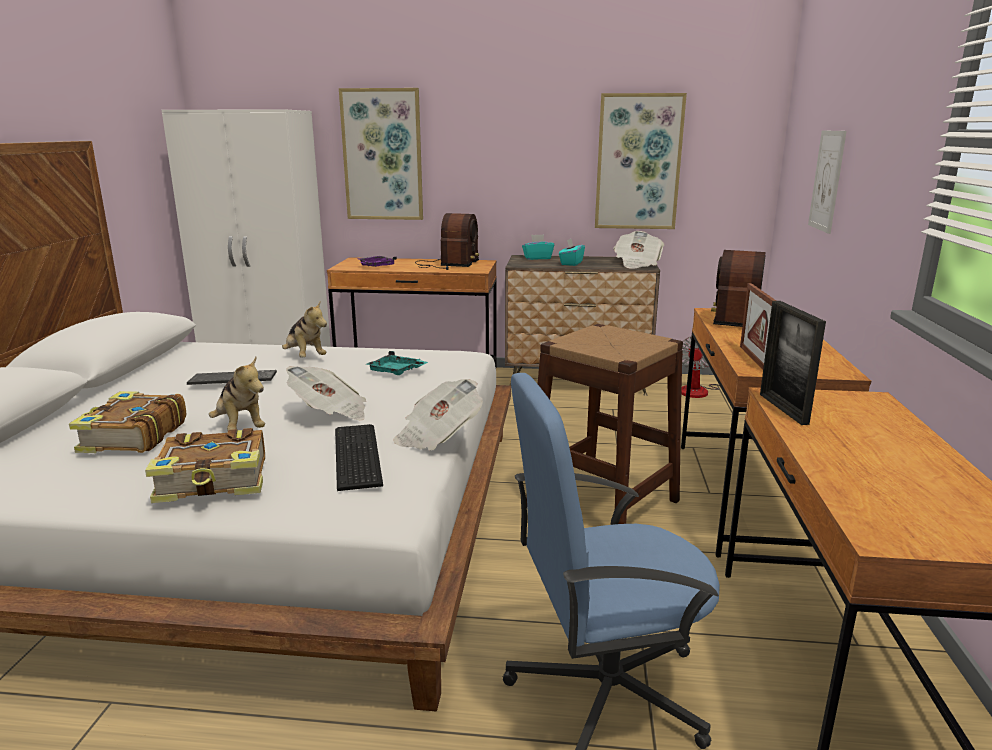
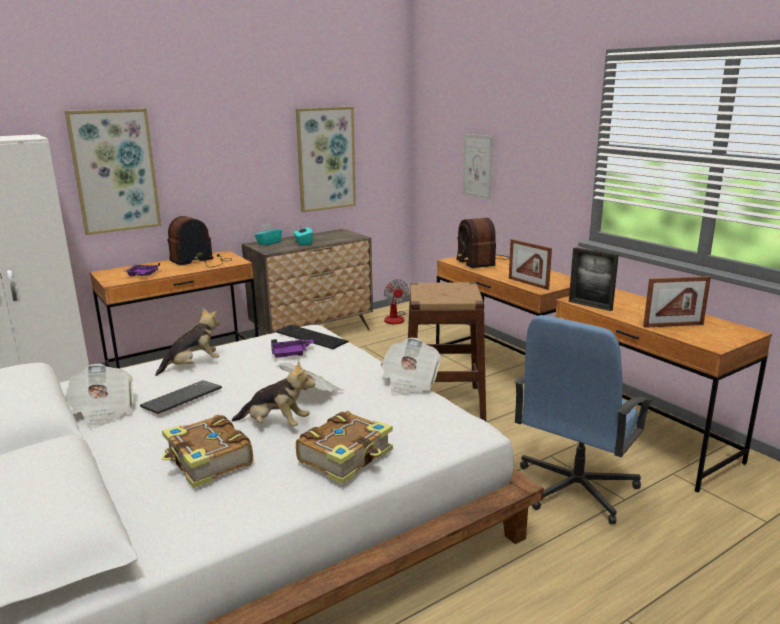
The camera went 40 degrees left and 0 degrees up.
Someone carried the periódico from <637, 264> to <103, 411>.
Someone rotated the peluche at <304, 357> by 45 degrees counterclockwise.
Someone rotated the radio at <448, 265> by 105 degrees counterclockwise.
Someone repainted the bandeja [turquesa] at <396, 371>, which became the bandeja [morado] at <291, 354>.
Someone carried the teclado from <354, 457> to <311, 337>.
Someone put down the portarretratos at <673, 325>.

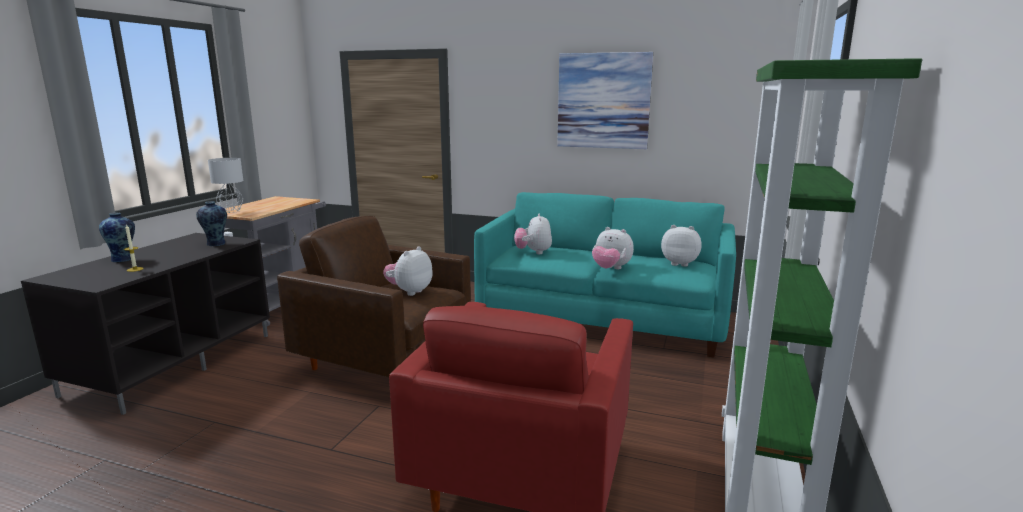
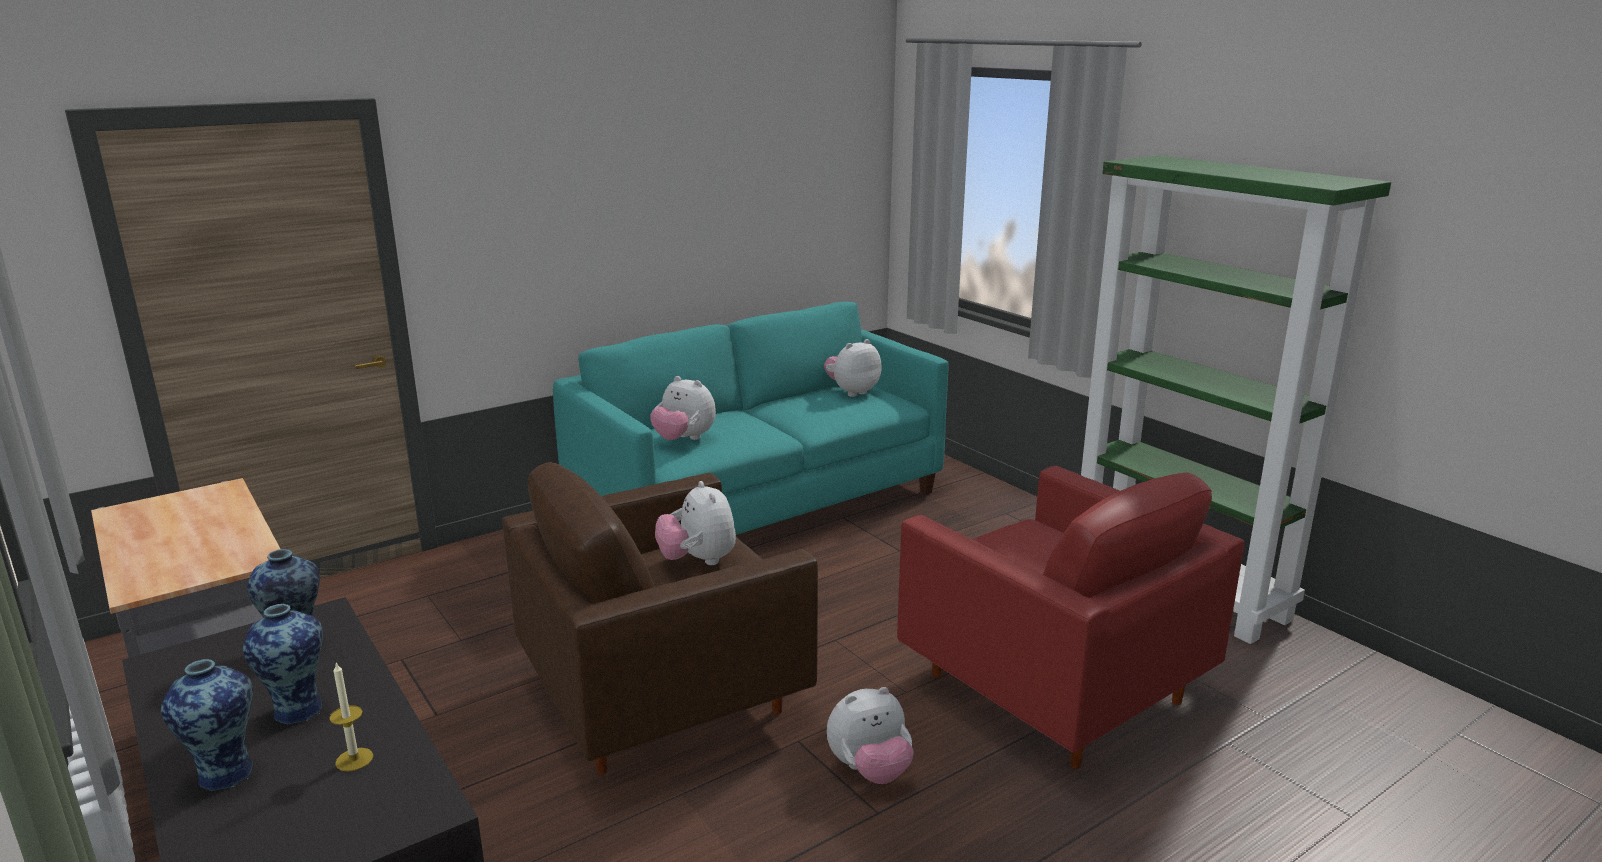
The camera went 55 degrees left and 5 degrees up.
Someone put down the florero at <298, 709>.
Someone carried the peluche from <611, 269> to <870, 770>.
Someone took away the lámpara de mesa [gris] at <231, 211>.
Someone took away the cuadro at <603, 101>.

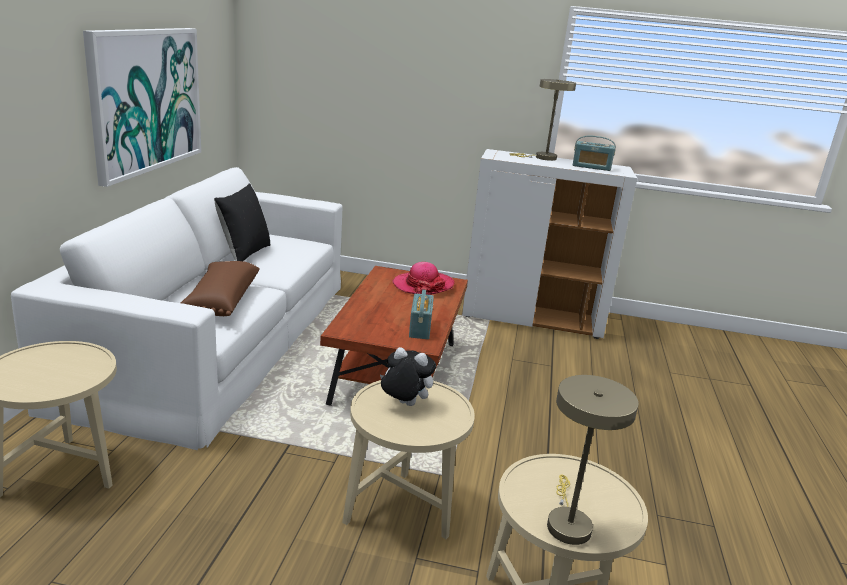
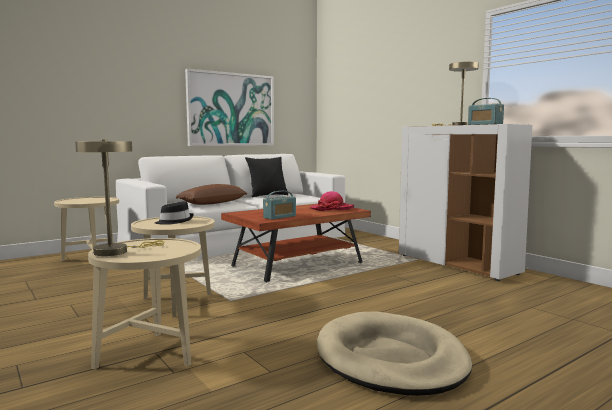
The camera went 45 degrees right and 15 degrees down.
Someone swapped the peluche at <404, 404> for the sombrero [negro] at <174, 221>.
Someone put down the cama para perro [beis] at <390, 358>.

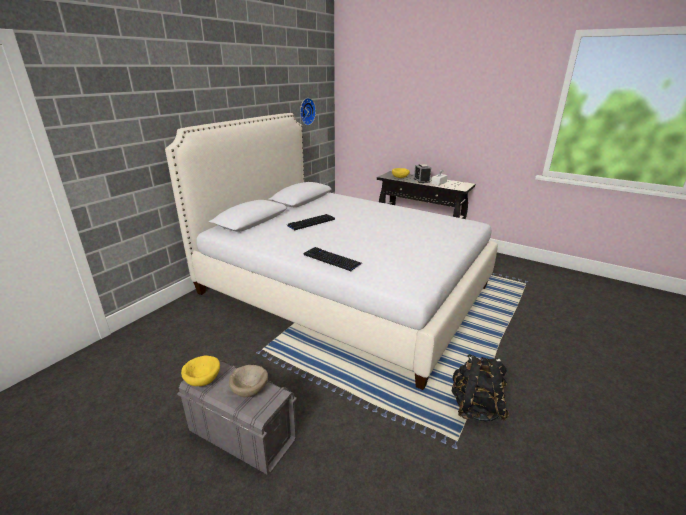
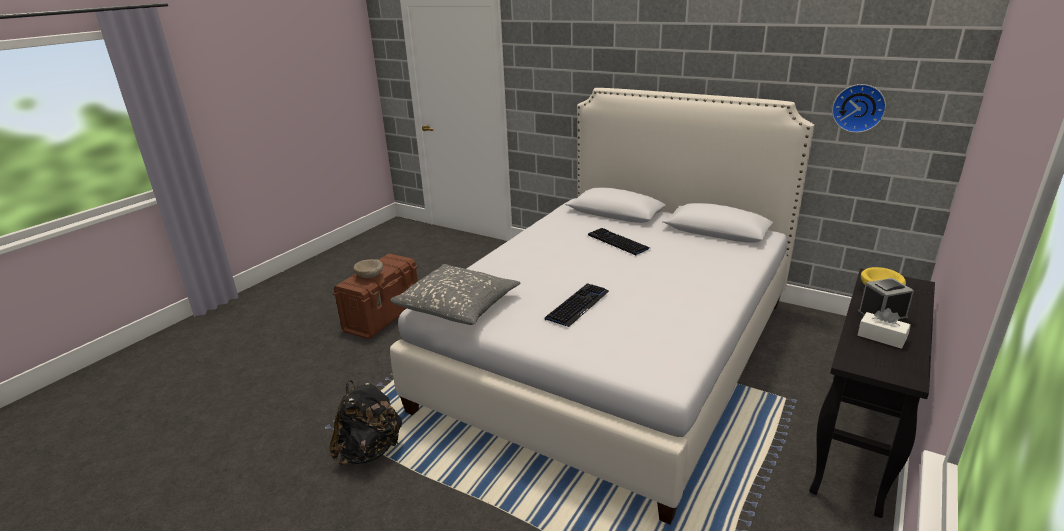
The camera went 90 degrees right and 0 degrees up.
Someone repainted the caja de almacenaje [gris] at <242, 435>, which became the caja de almacenaje [marrón] at <383, 316>.
Someone put down the cojín [gris] at <458, 306>.
Someone carried the teclado from <332, 259> to <577, 305>.
Someone took away the cuenco [amarillo] at <203, 379>.

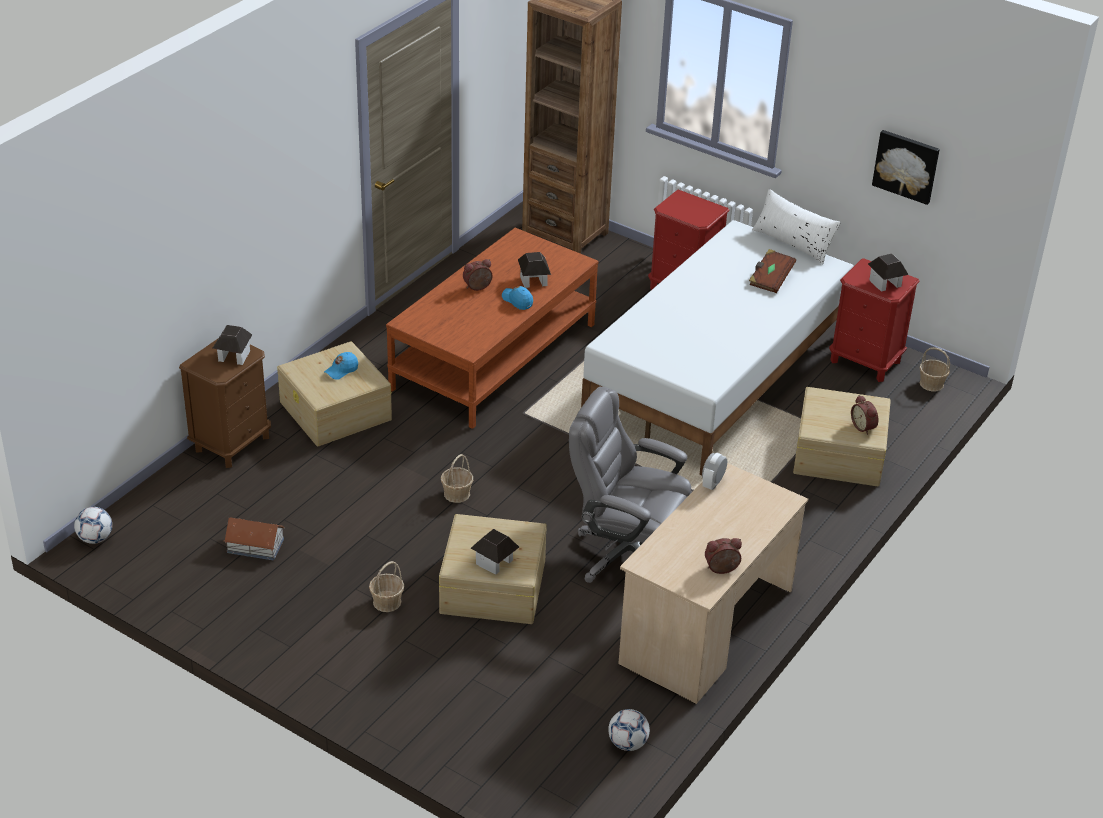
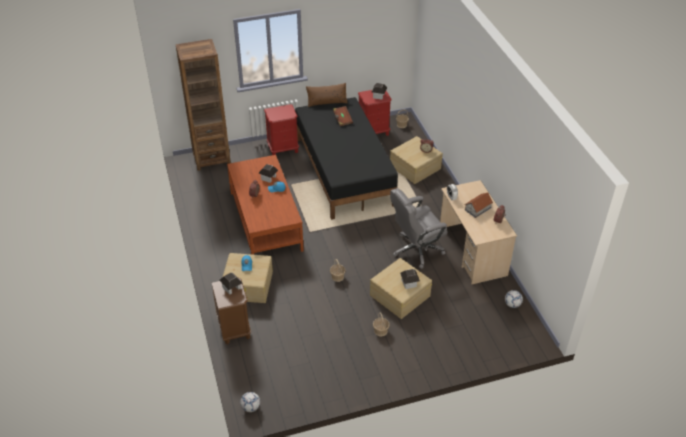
The camera went 50 degrees left and 5 degrees up.
Someone repainted the cama [blanco] at <718, 378>, which became the cama [negro] at <344, 171>.
Someone repainted the cojín [blanco] at <793, 242>, which became the cojín [marrón] at <327, 102>.
Someone carried the casita from <256, 546> to <478, 208>.
Someone took away the cuadro at <906, 166>.

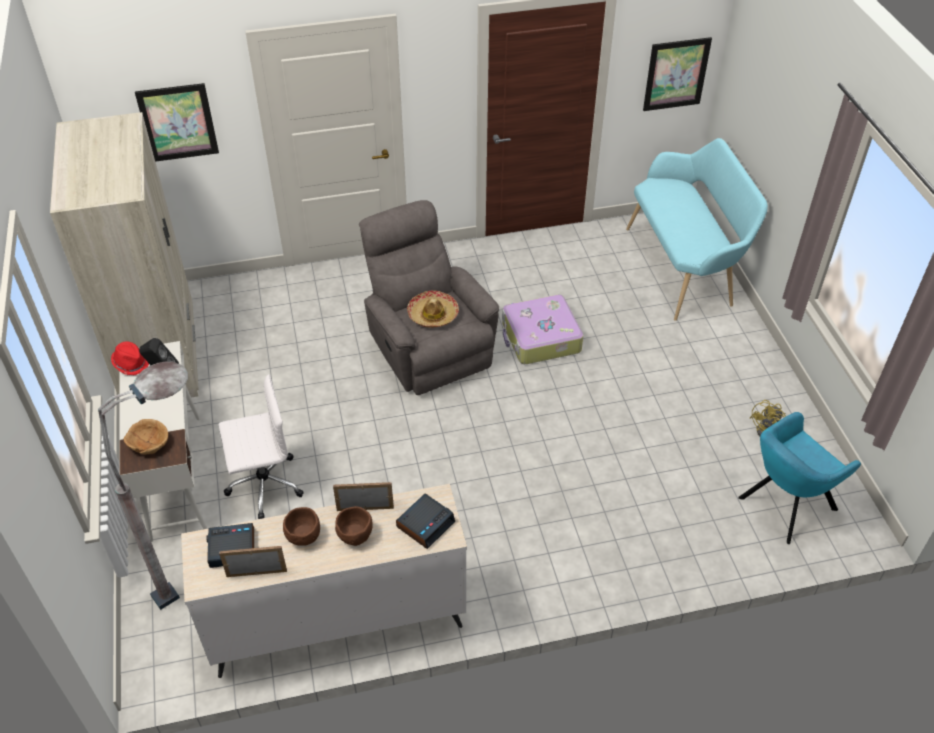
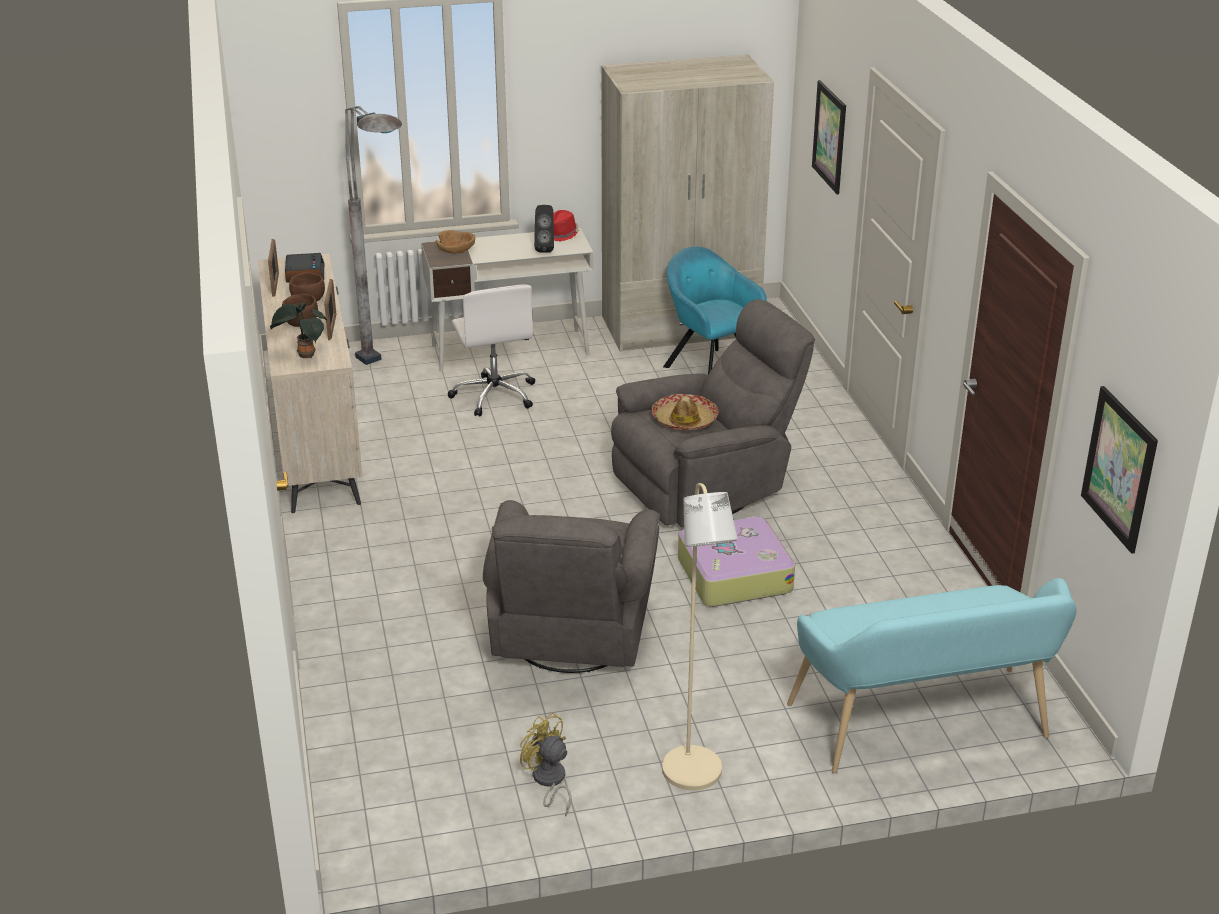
The camera went 90 degrees right and 15 degrees down.
Someone swapped the despertador at <425, 524> for the planta en maceta at <304, 355>.
Someone put down the sillón [gris] at <570, 641>.
Someone put down the lámpara de pie [beis] at <694, 777>.
Someone carried the sillón [turquesa] from <784, 505> to <709, 369>.

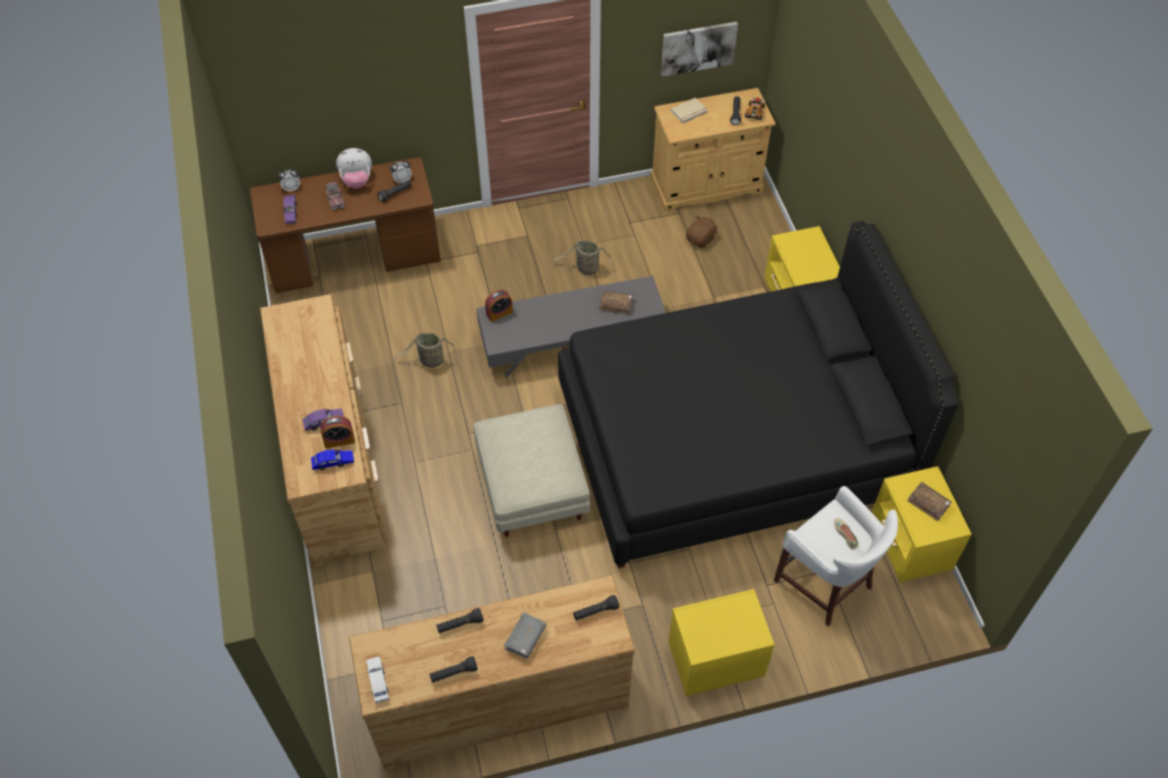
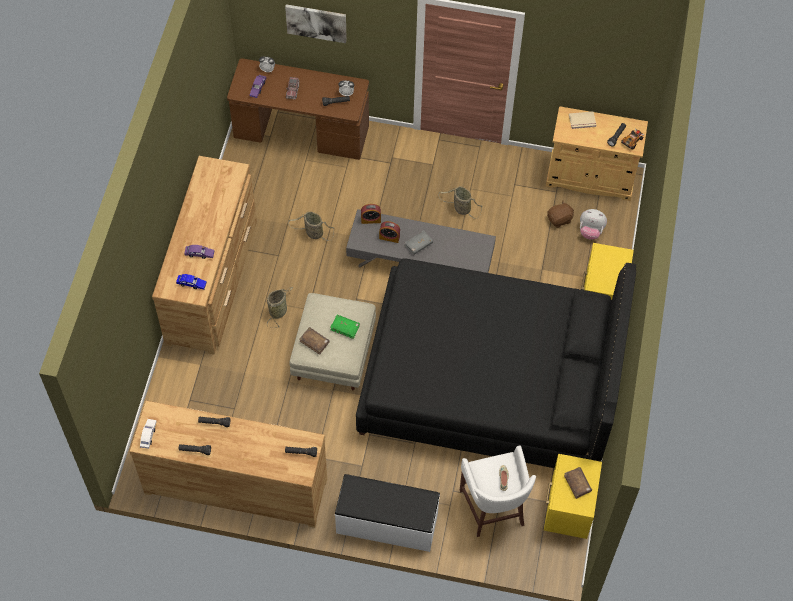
The camera went 25 degrees right and 5 degrees up.
Someone put down the cesta at <279, 310>.
Someone carried the cuadro from <698, 47> to <316, 22>.
Someone carried the libro [marrón] from <616, 304> to <314, 342>.
Someone put down the libro [verde] at <345, 328>.
Someone swapped the mesita de noche [amarillo] at <713, 661> for the banco [blanco] at <387, 523>.
Someone carried the despertador from <339, 440> to <389, 237>.
Someone carried the libro [gris] from <525, 638> to <418, 245>.
Someone carried the peluche from <357, 181> to <590, 231>.

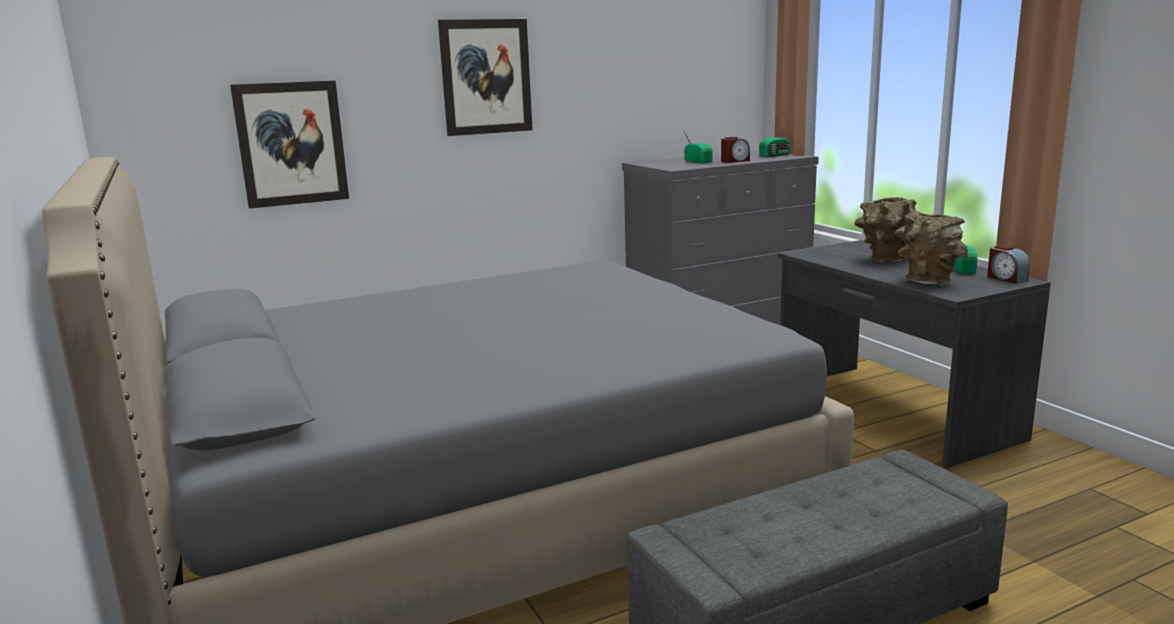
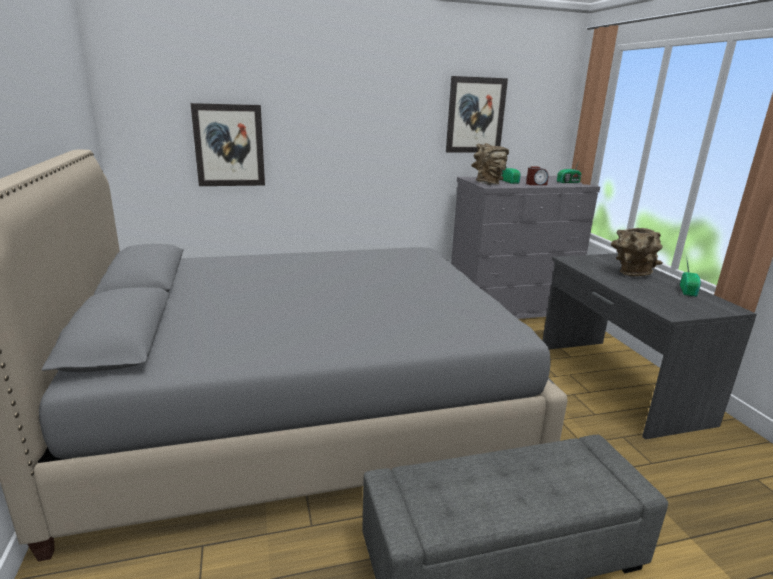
The camera went 10 degrees right and 5 degrees up.
Someone carried the cuadro from <486, 77> to <475, 115>.
Someone carried the florero [marrón] from <926, 281> to <488, 183>.
Someone took away the despertador at <1006, 278>.

